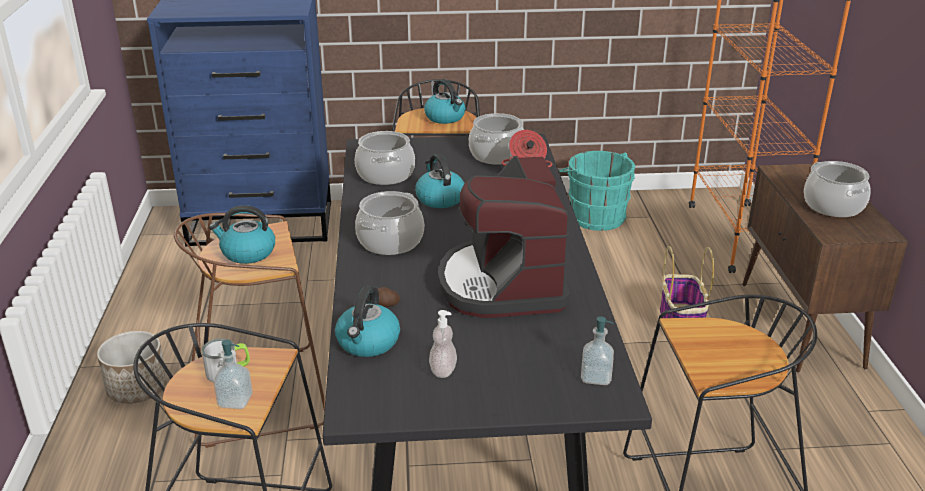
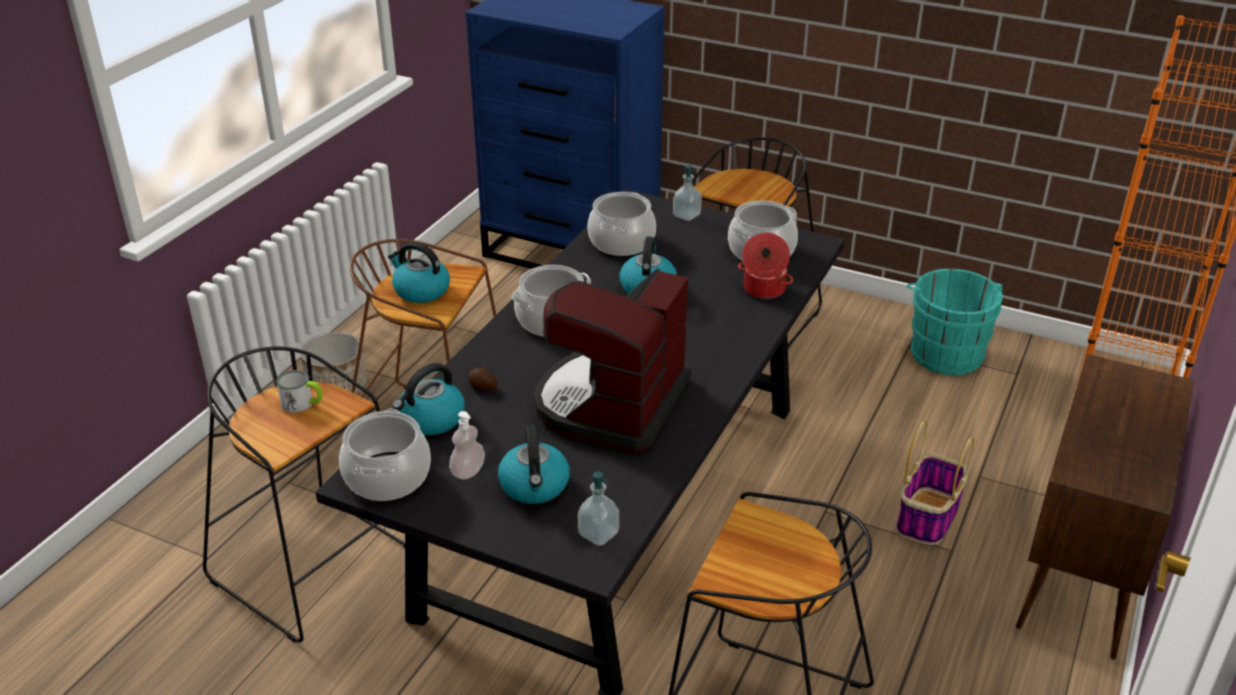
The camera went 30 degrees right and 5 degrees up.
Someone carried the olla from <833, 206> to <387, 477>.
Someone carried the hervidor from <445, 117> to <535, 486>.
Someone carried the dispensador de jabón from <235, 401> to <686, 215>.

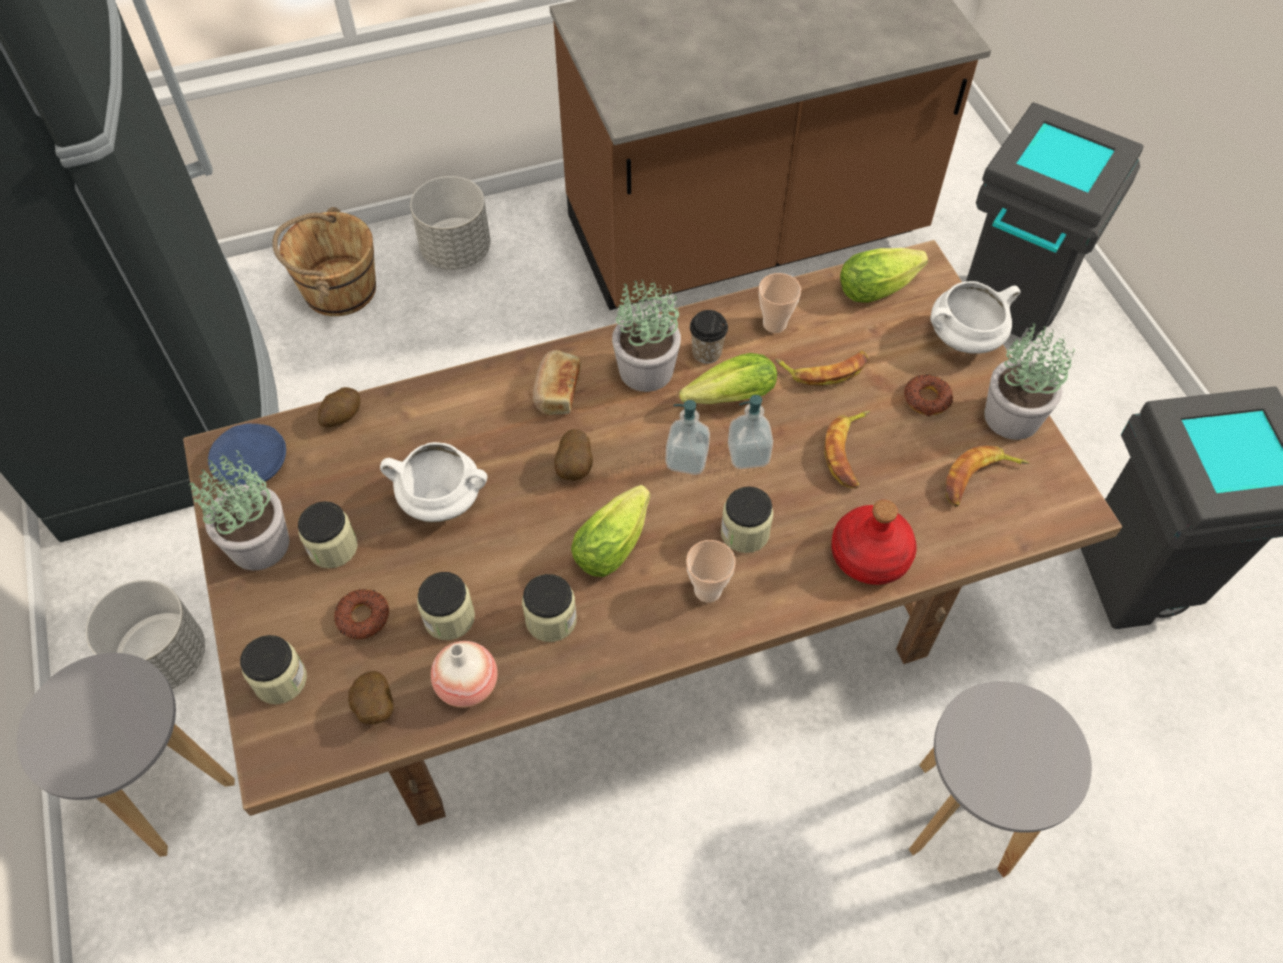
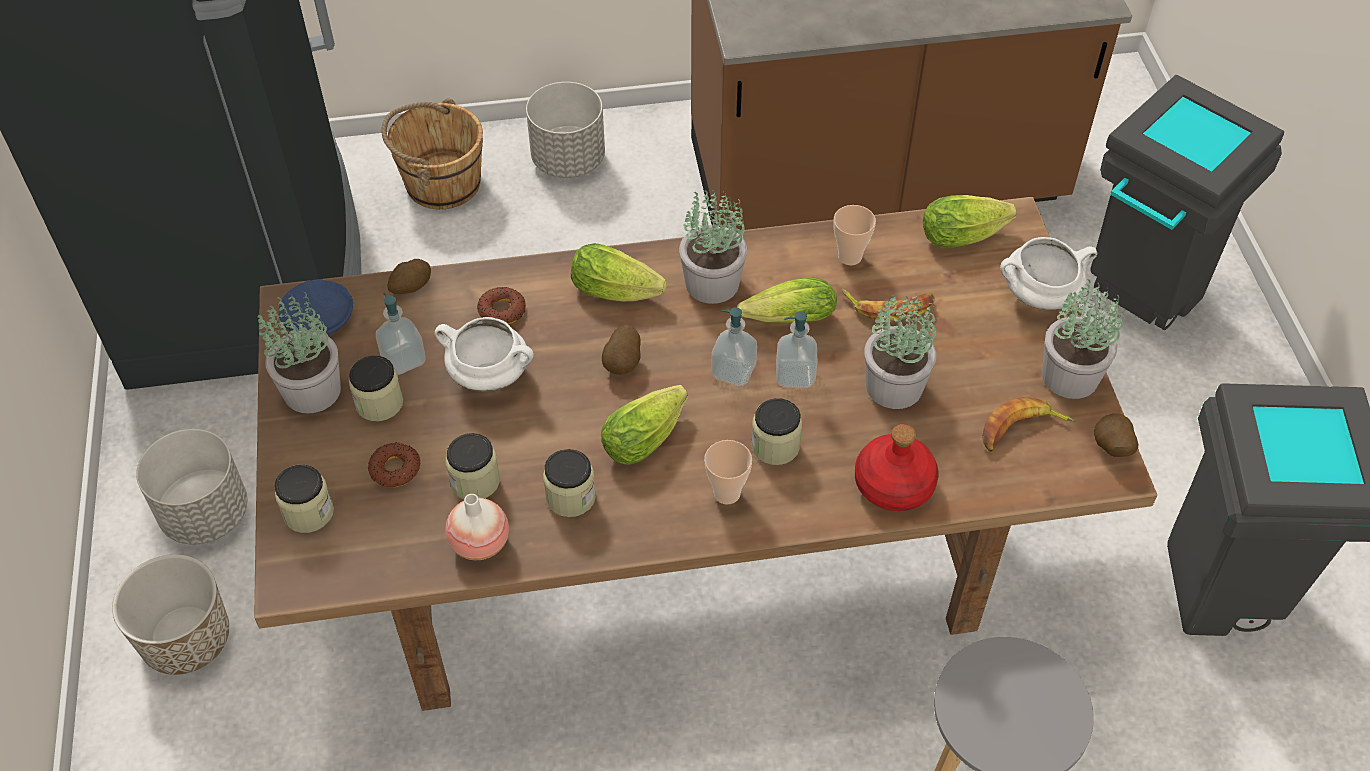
The camera went 10 degrees right and 5 degrees down.
Someone swapped the taburete [gris] at <168, 791> for the maceta at <187, 638>.
Someone put down the dispensador de jabón at <403, 359>.
Someone carried the rosquilla from <927, 399> to <502, 311>.
Someone swapped the pan at <556, 392> for the lechuga at <620, 291>.
Someone swapped the plátano at <848, 452> for the planta en maceta at <895, 387>.
Someone carried the patata from <374, 708> to <1110, 448>.
Someone took away the taza at <706, 352>.

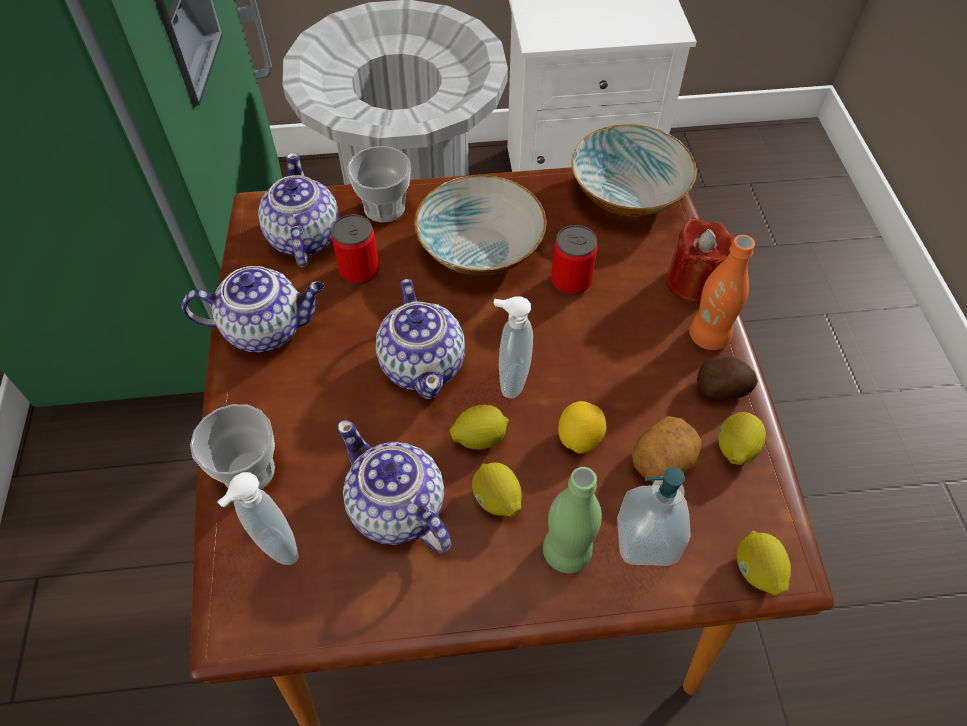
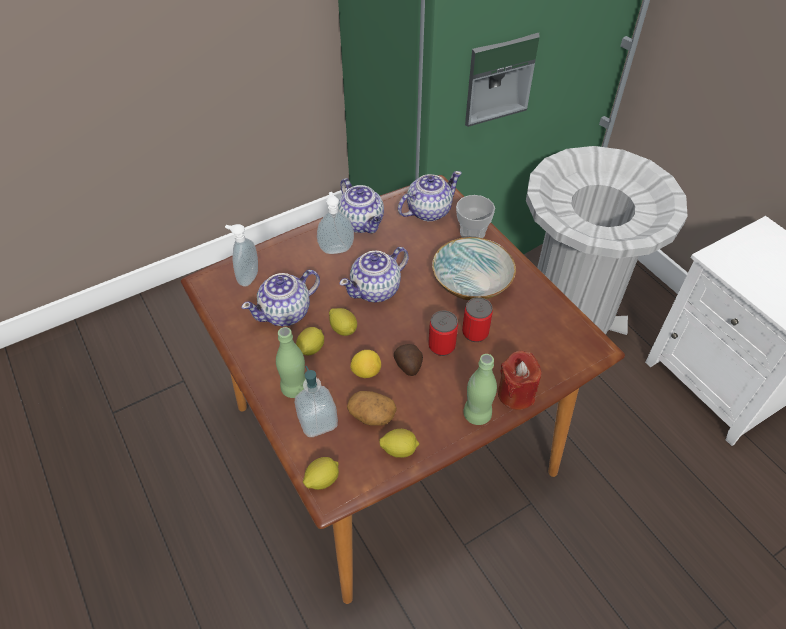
The camera went 65 degrees right and 5 degrees down.
Someone rotated the tetera at <397, 510> by 150 degrees counterclockwise.
Someone carried the dispensador de jabón from <510, 379> to <336, 248>.
Someone carried the patata from <722, 390> to <408, 366>.
Someone carried the lata from <359, 271> to <441, 346>.
Someone repainted the botella [naranja] at <708, 336>, which became the botella [verde] at <477, 414>.
Someone took away the taza at <248, 471>.
Someone took away the cuenco at <629, 193>.

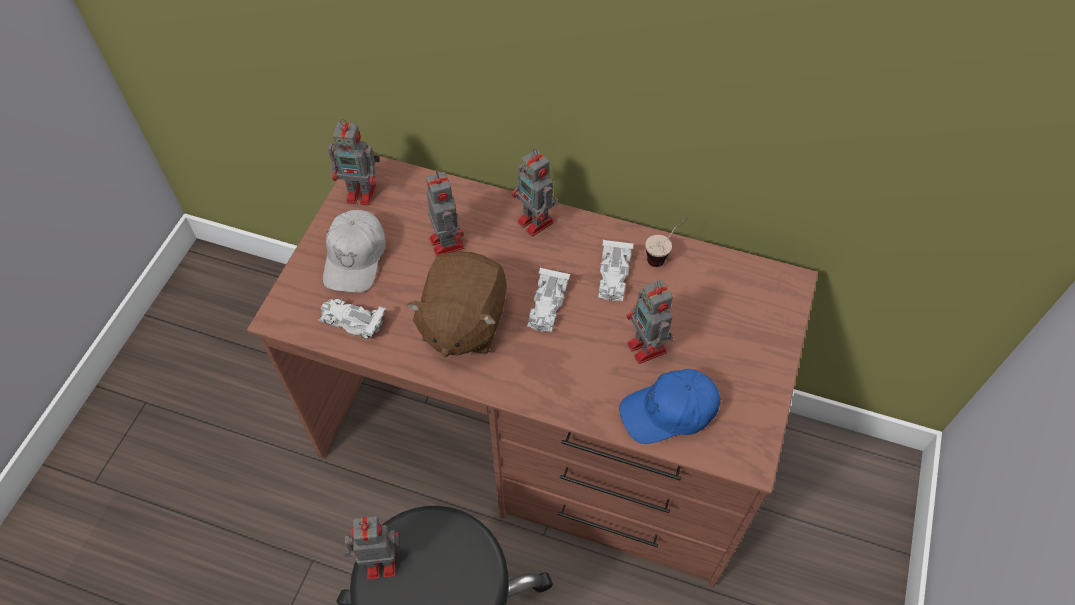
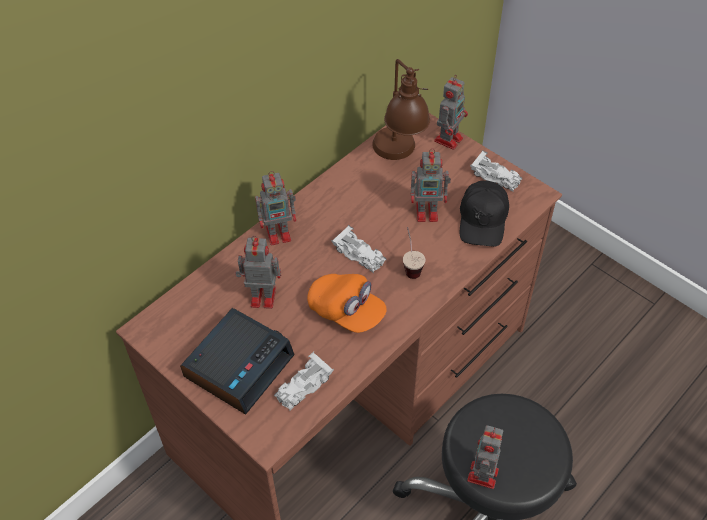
The camera went 65 degrees left and 5 degrees down.
Someone swapped the gorra [blanco] at <355, 258> for the despertador at <239, 365>.
Someone swapped the peluche [marrón] at <462, 322> for the gorra [naranja] at <346, 311>.
Someone put down the lámpara de mesa [marrón] at <399, 157>.
Someone carried the taza from <664, 255> to <410, 266>.
Someone carried the robot de juguete from <363, 193> to <449, 138>.
Someone repainted the gorra [azul] at <669, 412>, which became the gorra [negro] at <483, 220>.
Someone carried the coche de juguete [blanco] from <613, 276> to <496, 176>.

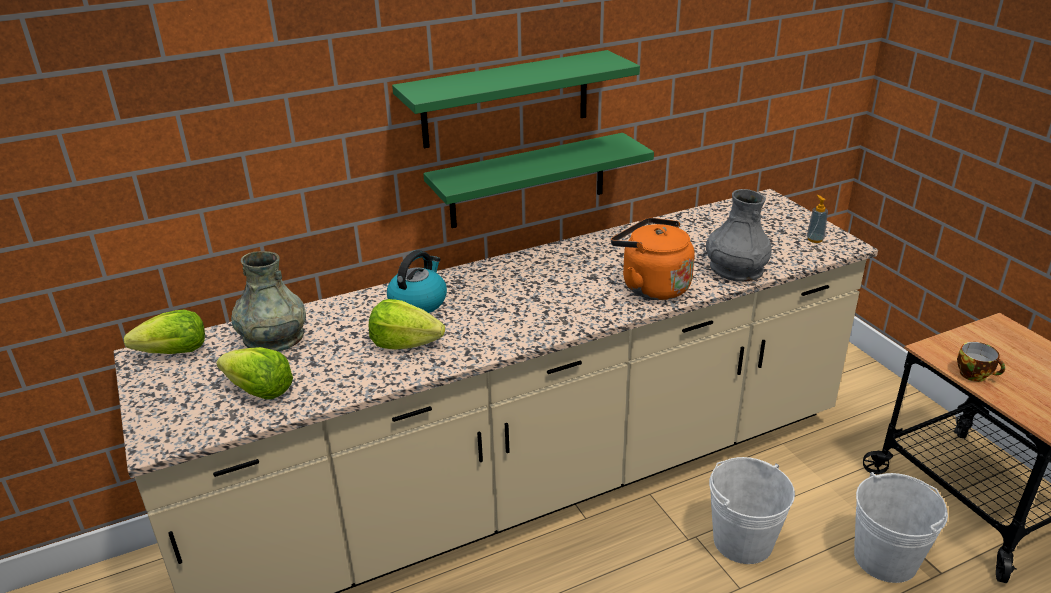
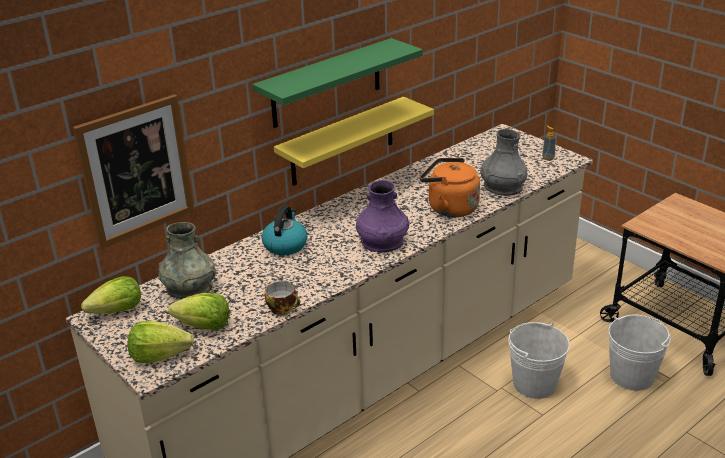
The camera went 15 degrees left and 0 degrees up.
Someone put up the cuadro at <136, 171>.
Someone carried the lechuga from <405, 344> to <159, 355>.
Someone carried the taza from <975, 374> to <283, 308>.
Someone repainted the estante [verde] at <528, 181>, which became the estante [amarillo] at <342, 142>.
Someone put down the florero [morado] at <382, 241>.

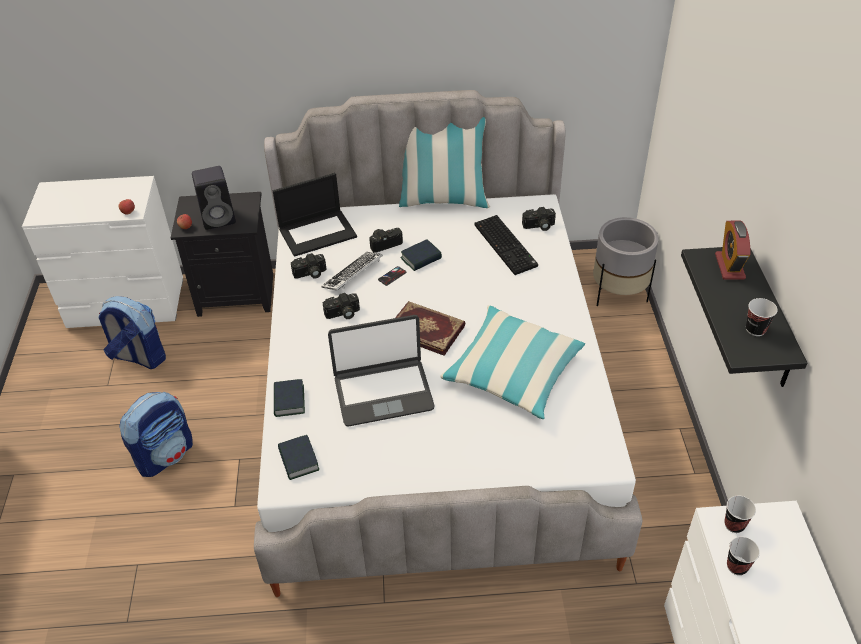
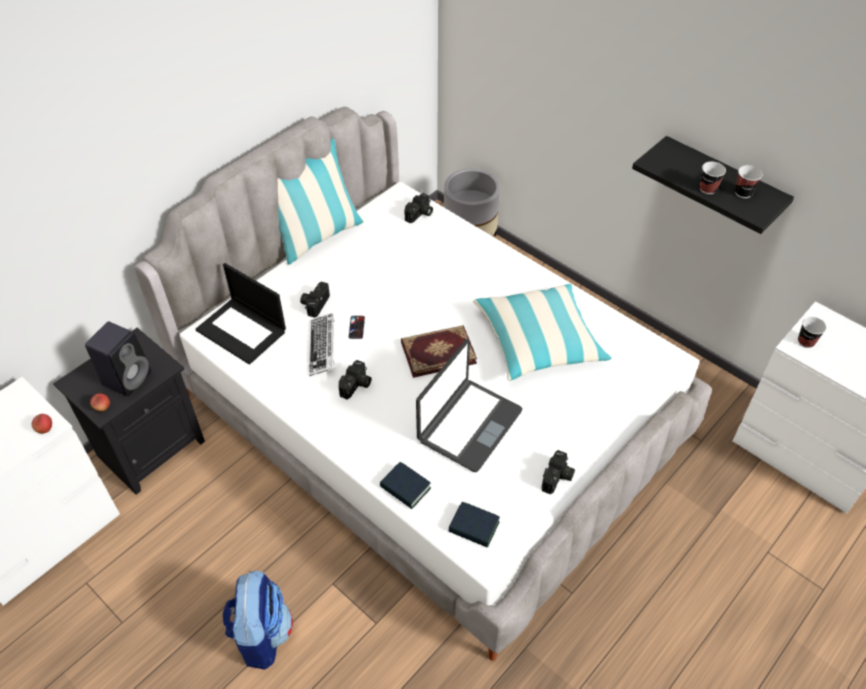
The camera went 45 degrees left and 5 degrees up.
Someone rotated the portátil at <318, 232> by 105 degrees clockwise.
Someone carried the cámara from <310, 274> to <558, 478>.
Someone carried the taza from <737, 566> to <707, 189>.
Someone took away the mochila at <138, 357>.
Someone took away the libro at <421, 258>.
Someone took away the teclado at <507, 245>.
Someone took away the despertador at <729, 266>.

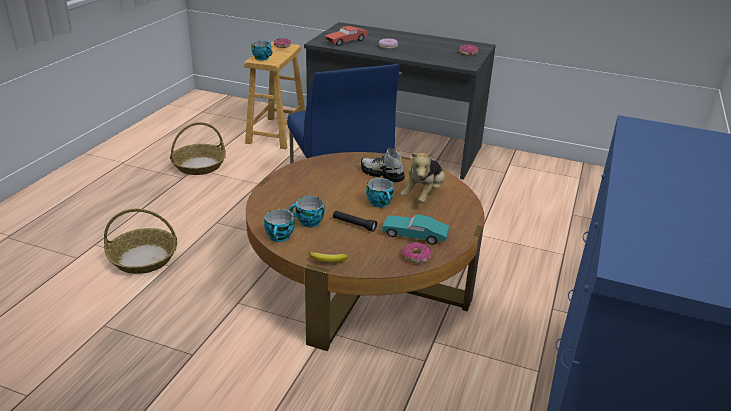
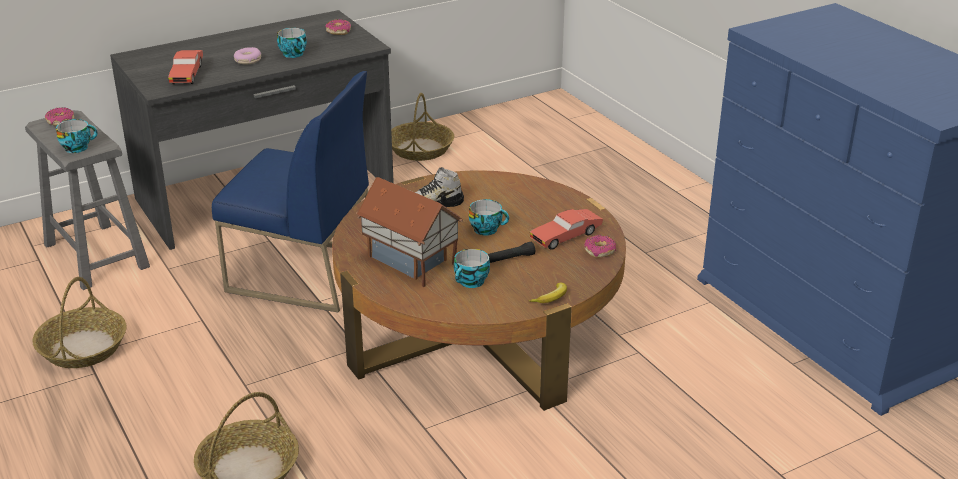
The camera went 50 degrees left and 0 degrees up.
Someone repainted the taburete [marrón] at <277, 133>, which became the taburete [gris] at <96, 255>.
Someone carried the taza from <280, 237> to <294, 54>.
Someone put down the casita at <410, 262>.
Someone put down the cesta at <420, 149>.
Someone repainted the coche de juguete [turquesa] at <415, 235>, which became the coche de juguete [rojo] at <566, 236>.
Someone took away the peluche at <423, 195>.

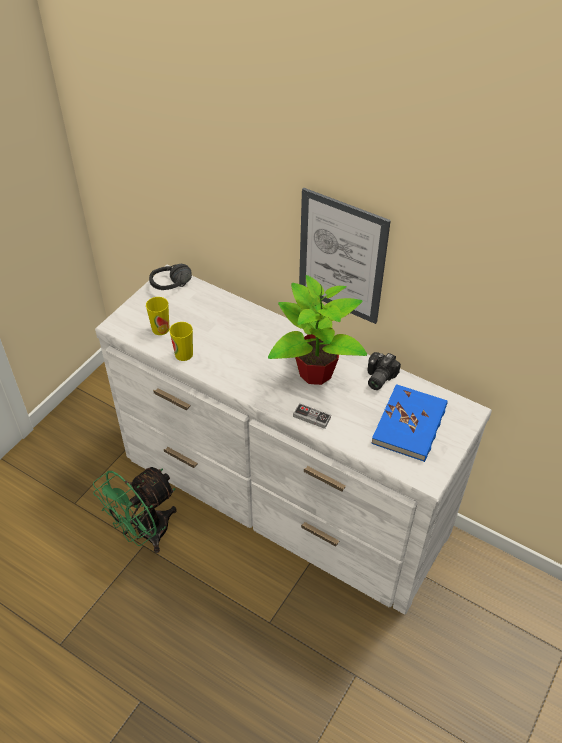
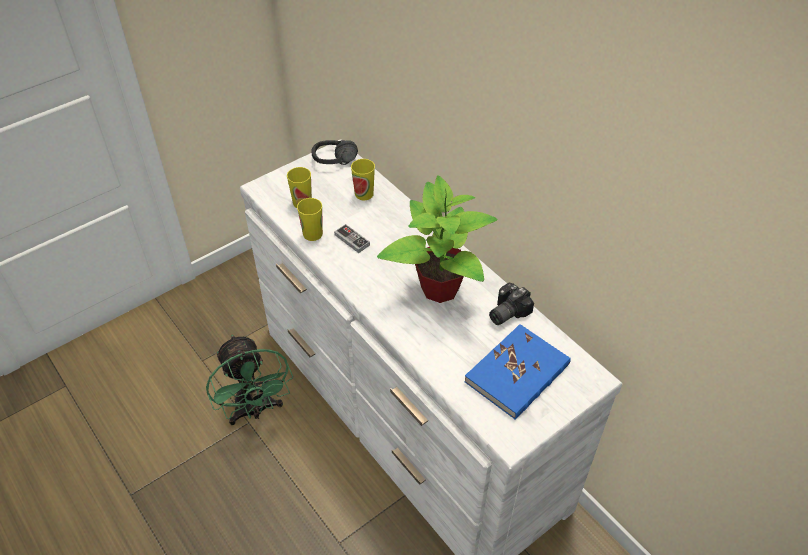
The camera went 20 degrees right and 0 degrees up.
Someone rotated the ventilador [verde] at <145, 533> by 90 degrees counterclockwise.
Someone carried the mando de consola from <311, 417> to <352, 240>.
Someone put down the taza at <364, 194>.
Someone took away the cuadro at <341, 257>.

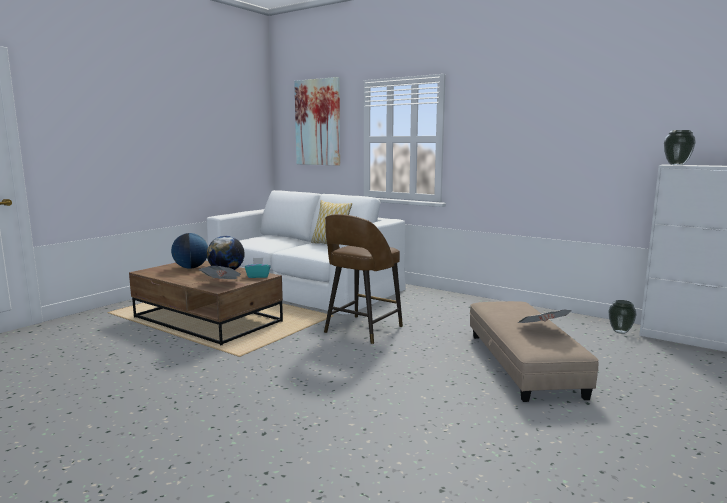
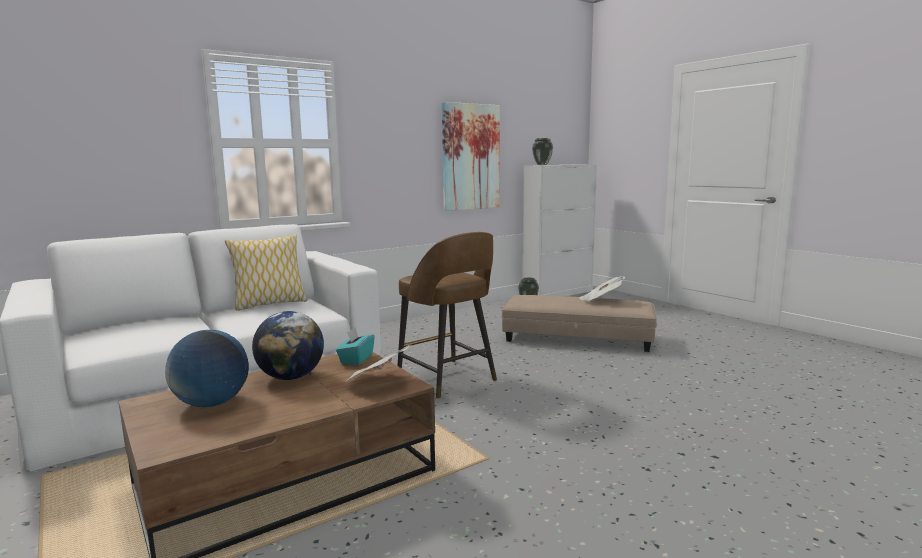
The camera went 70 degrees left and 0 degrees up.
Someone carried the cuadro from <318, 122> to <470, 157>.

